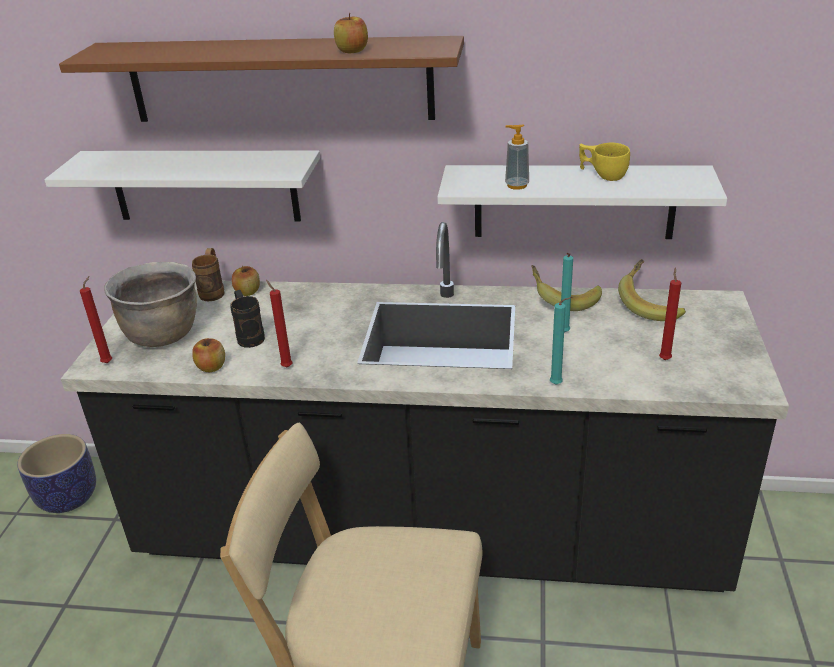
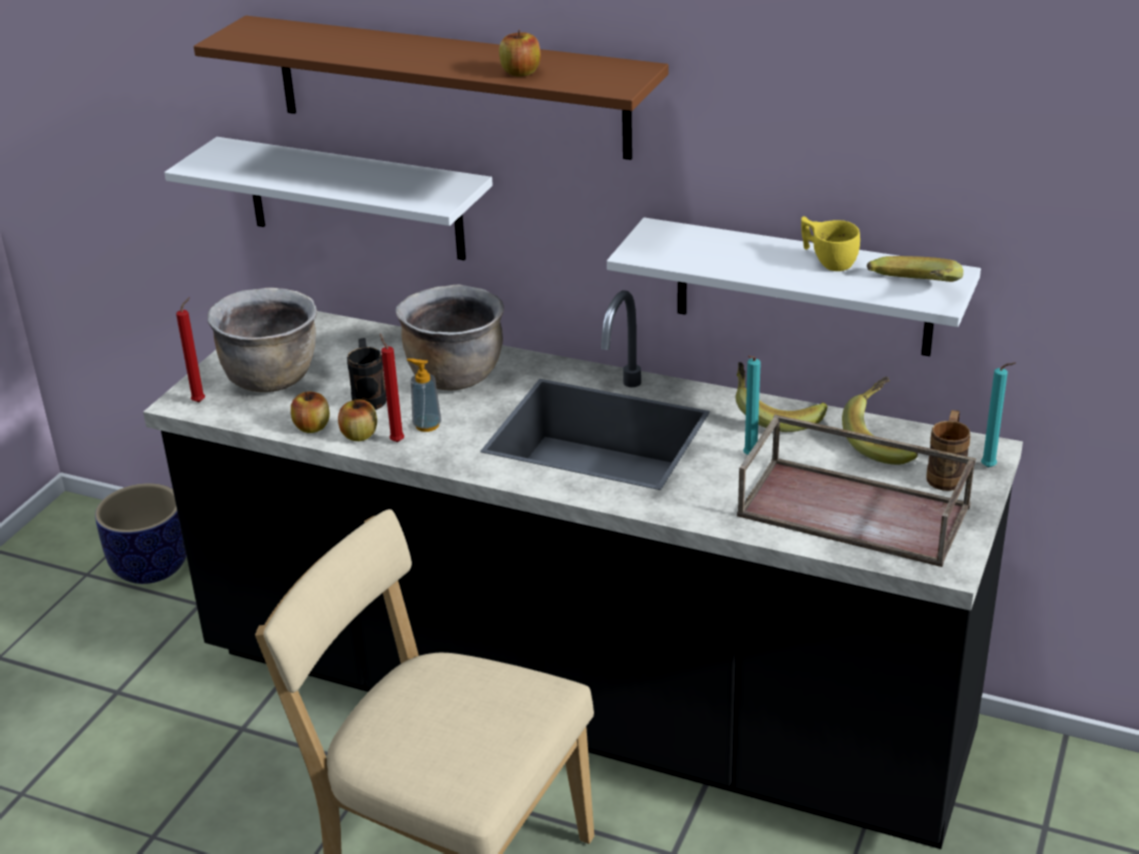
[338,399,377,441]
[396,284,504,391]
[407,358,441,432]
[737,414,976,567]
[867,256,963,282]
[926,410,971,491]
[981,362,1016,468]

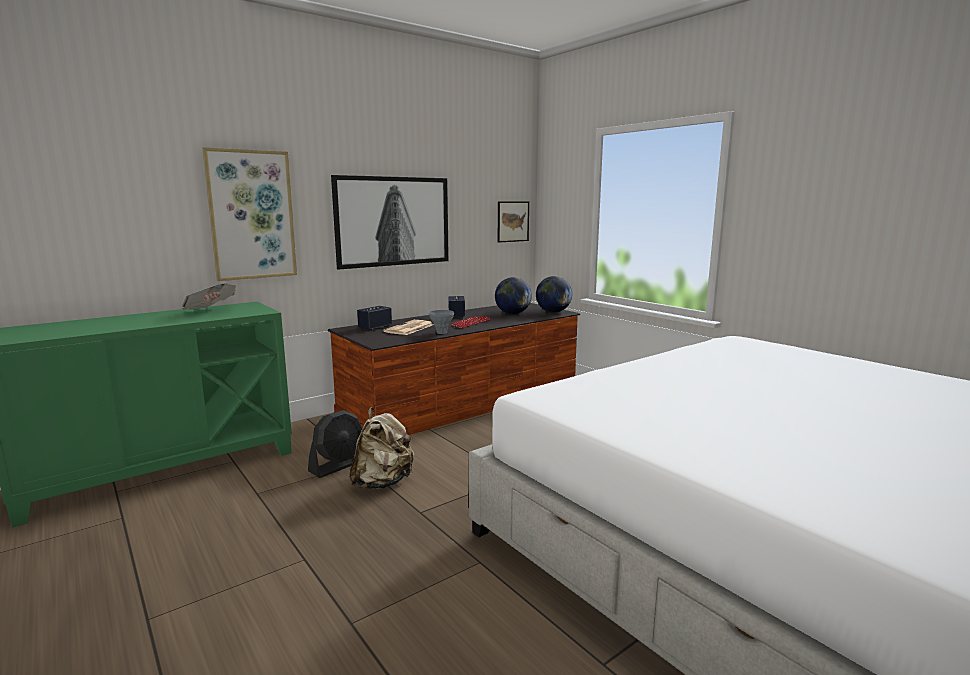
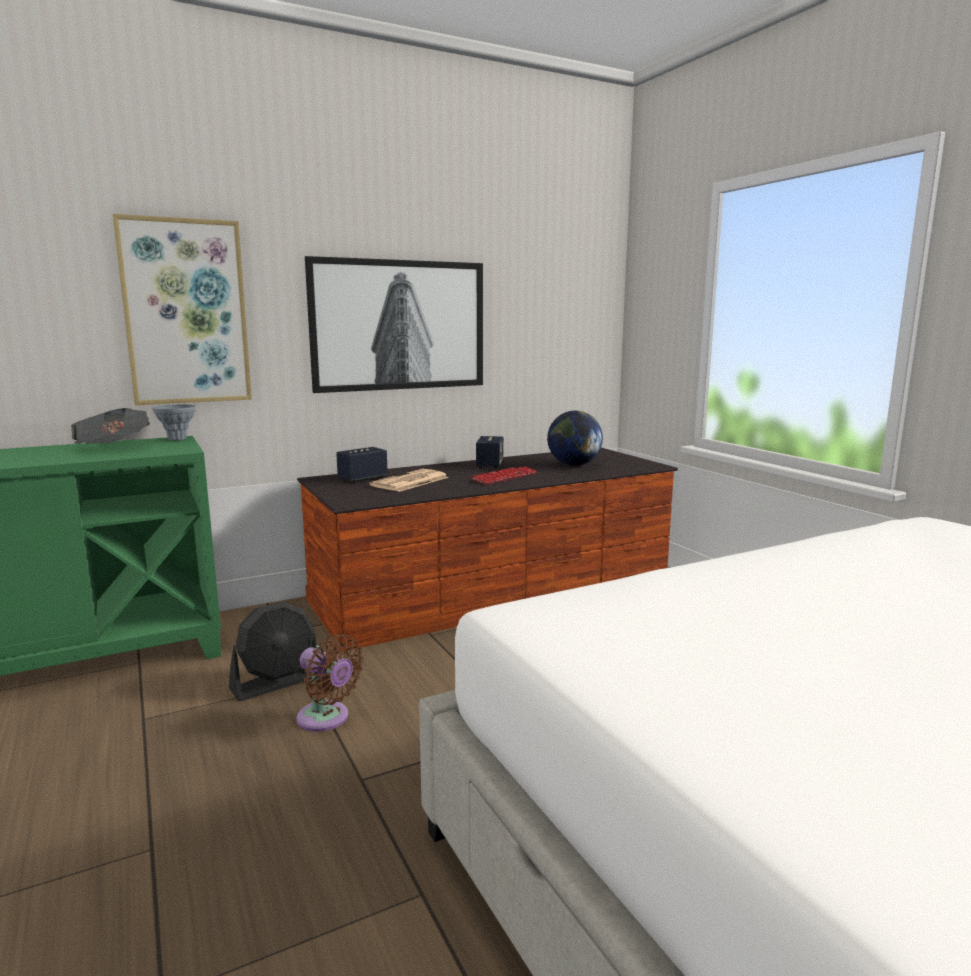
[152,404,196,441]
[296,635,364,732]
[498,201,529,243] (first image)
[536,276,572,313] (first image)

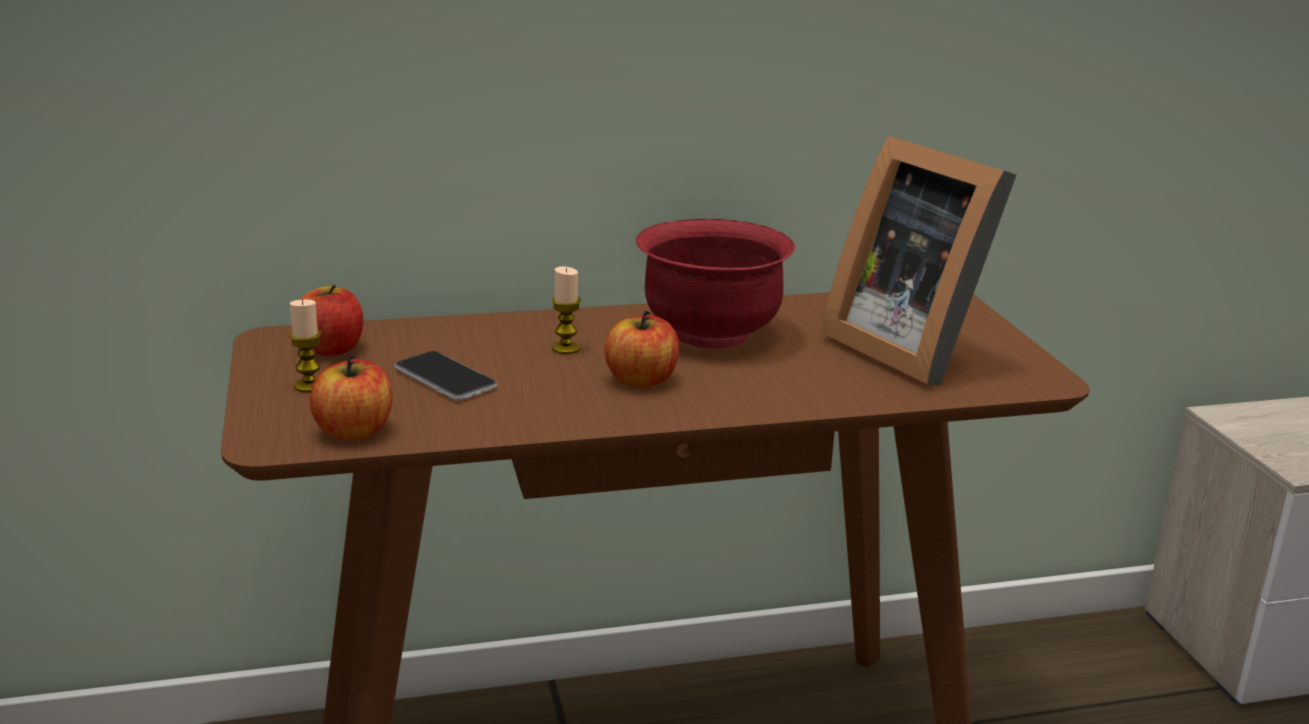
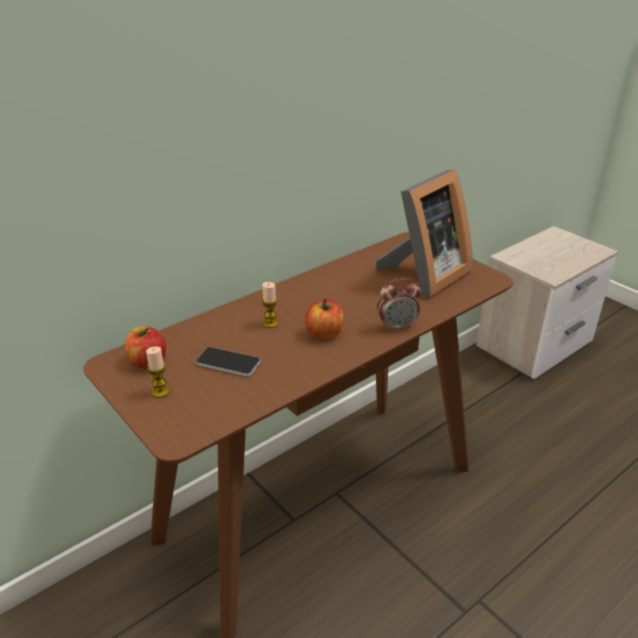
[376,169,473,297]
[377,278,421,331]
[310,355,393,440] (first image)
[636,219,795,349] (first image)

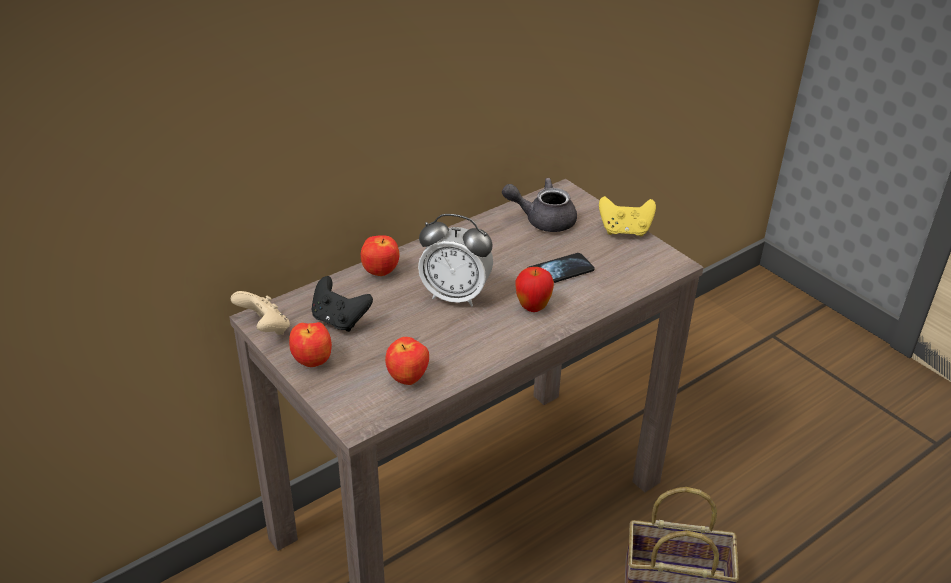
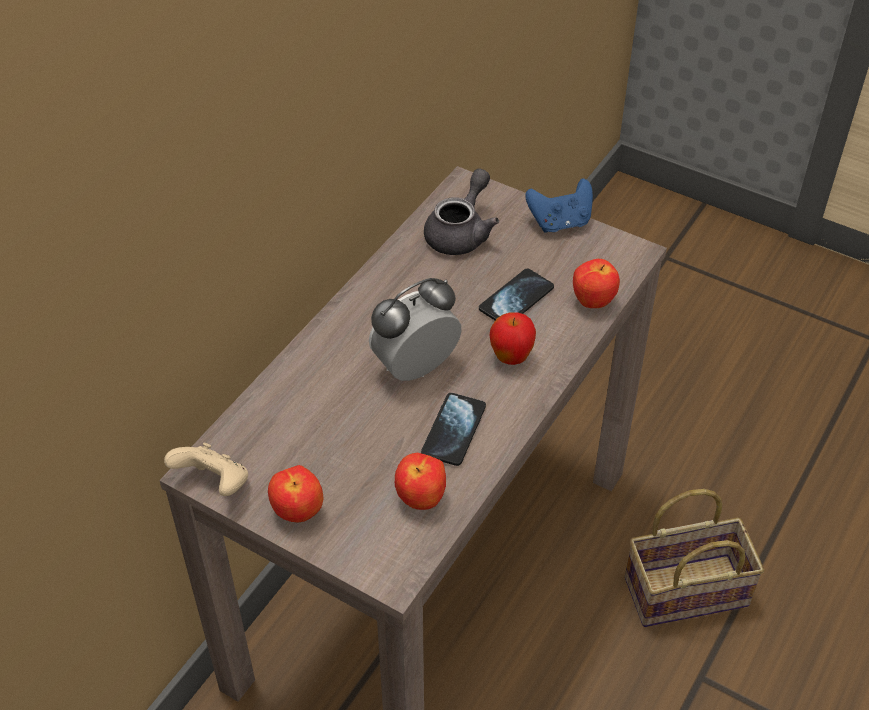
[369,278,461,381]
[421,393,486,466]
[424,168,499,255]
[525,179,593,233]
[573,259,620,308]
[312,276,373,332] (first image)

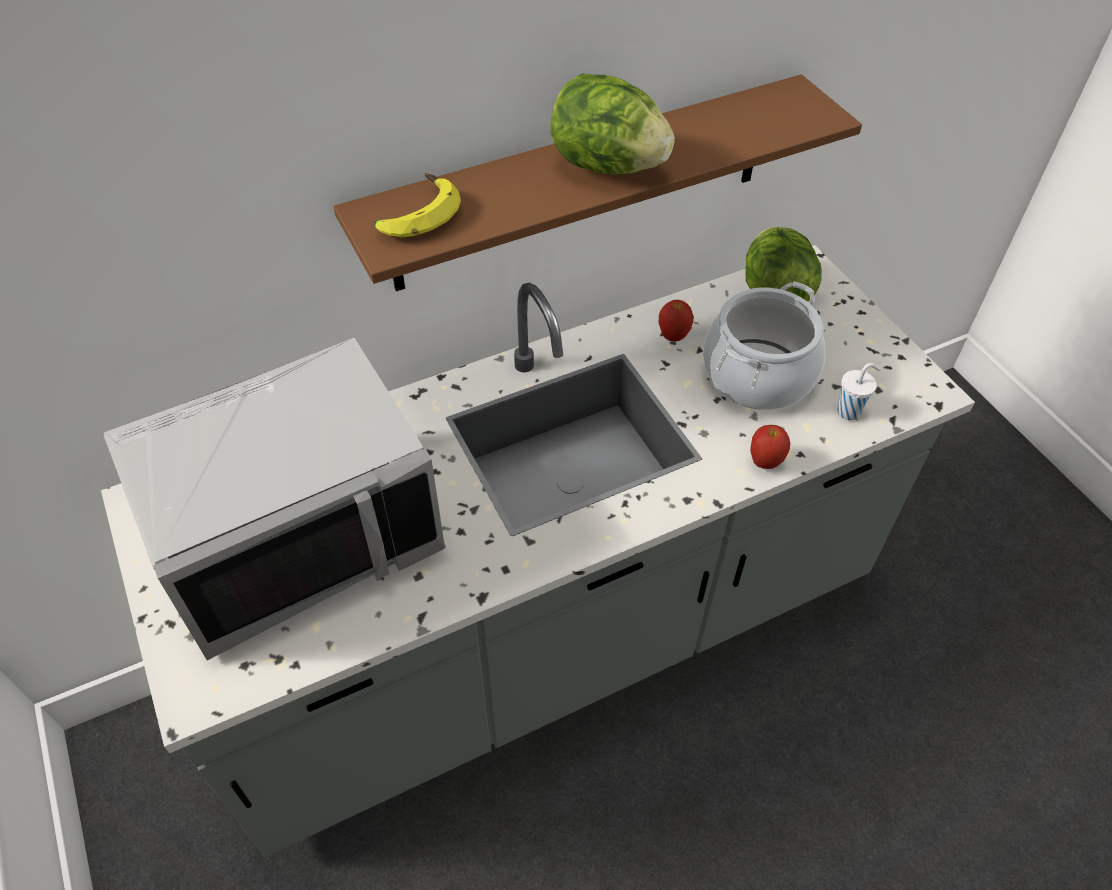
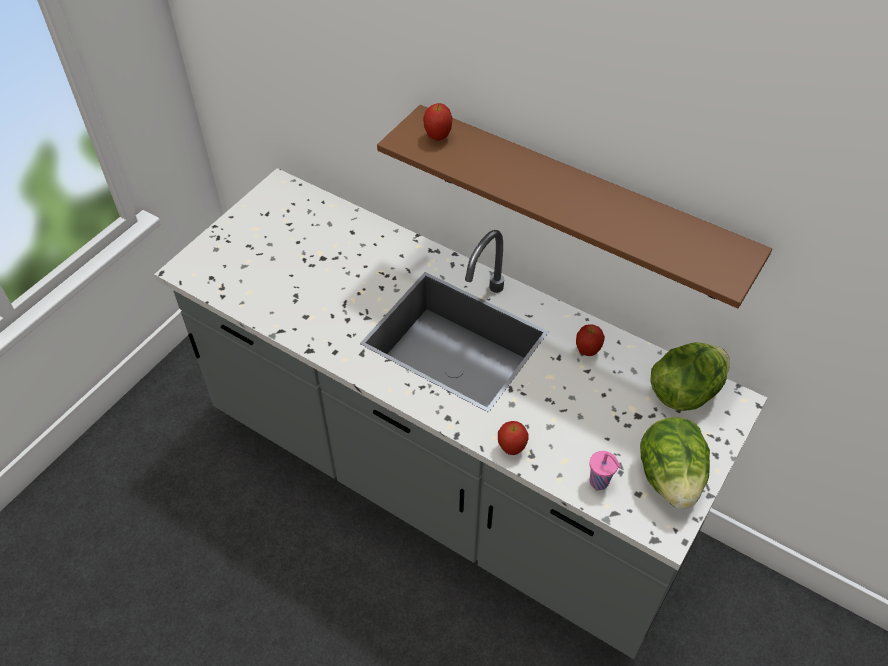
[423,103,452,141]
[590,451,621,490]
[640,417,710,509]
[104,338,445,661] (first image)
[703,282,825,410] (first image)

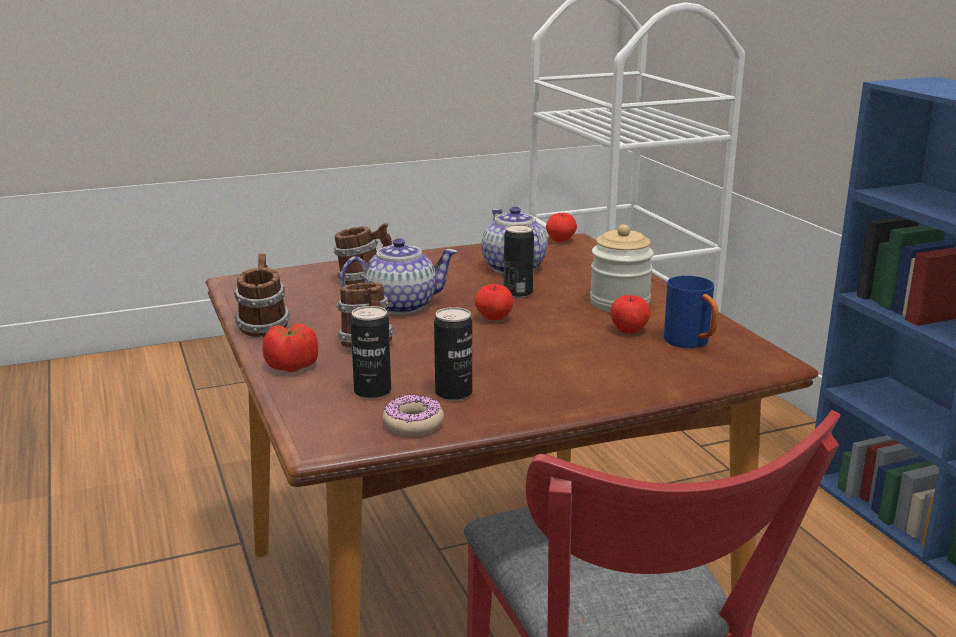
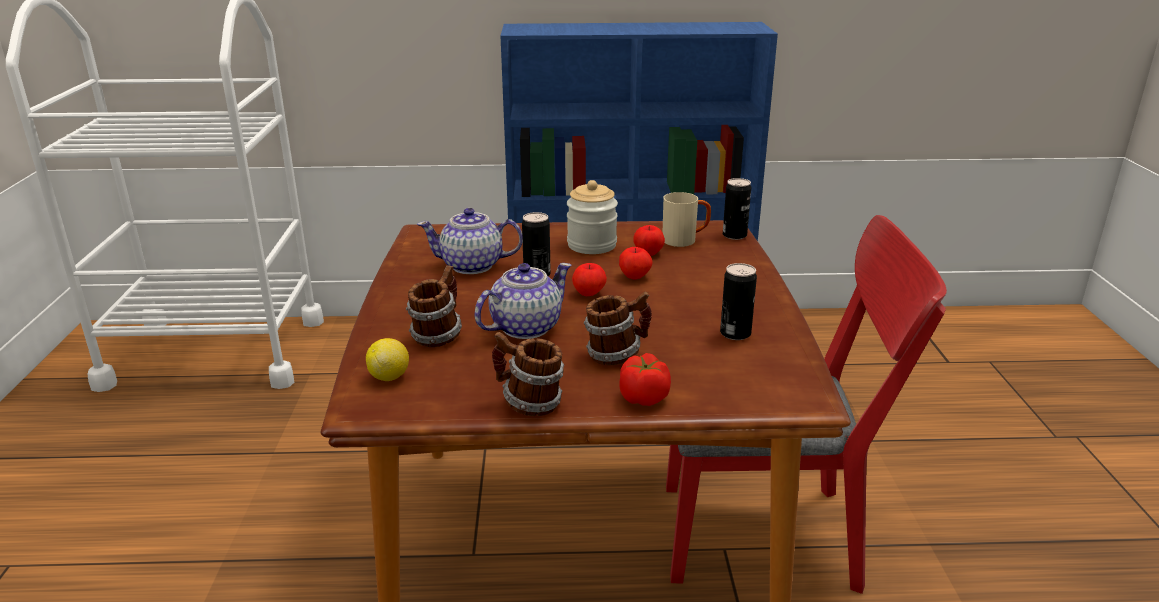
[366,338,409,381]
[475,263,571,339]
[619,247,653,279]
[663,192,711,247]
[723,178,751,240]
[383,394,444,435] (first image)

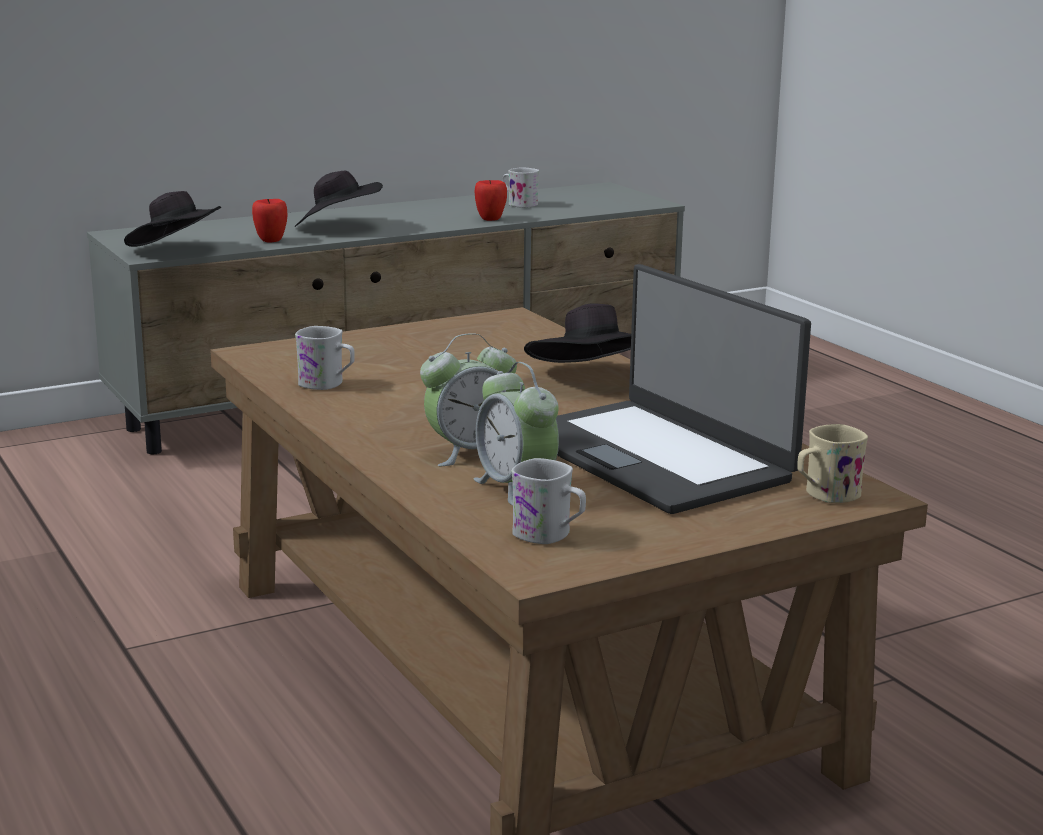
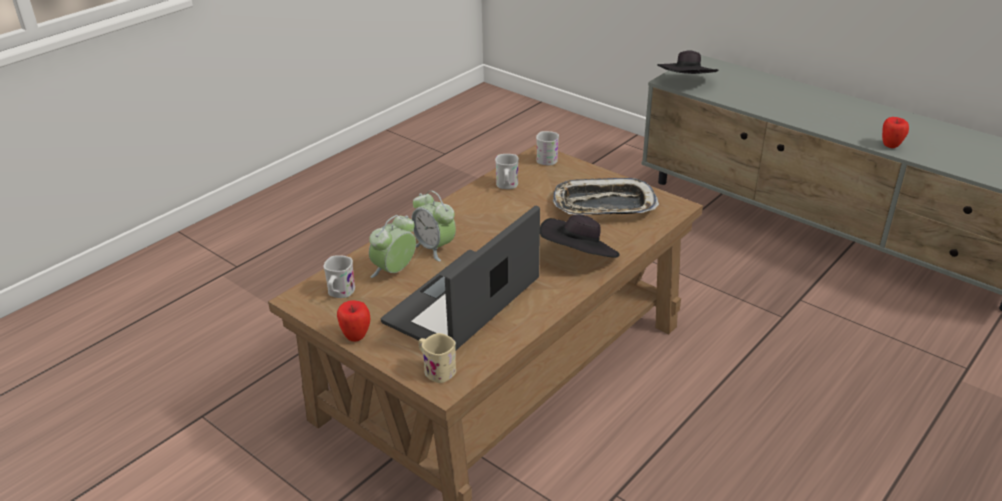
[337,300,370,342]
[536,131,559,165]
[553,178,659,215]
[295,171,383,227] (first image)

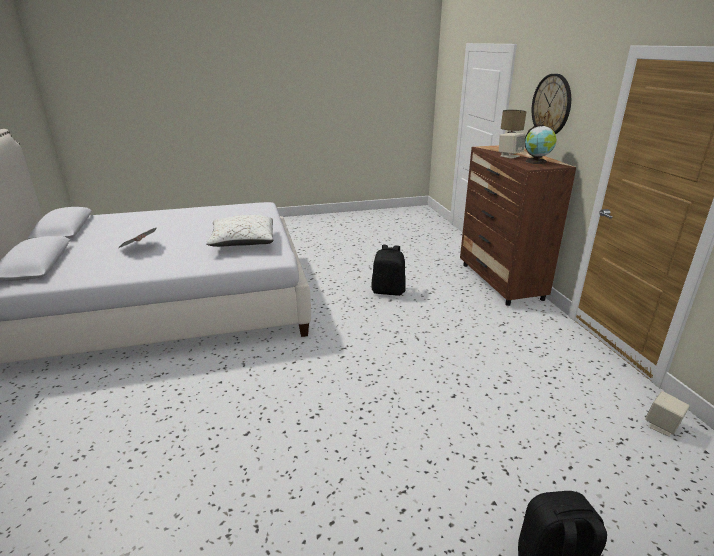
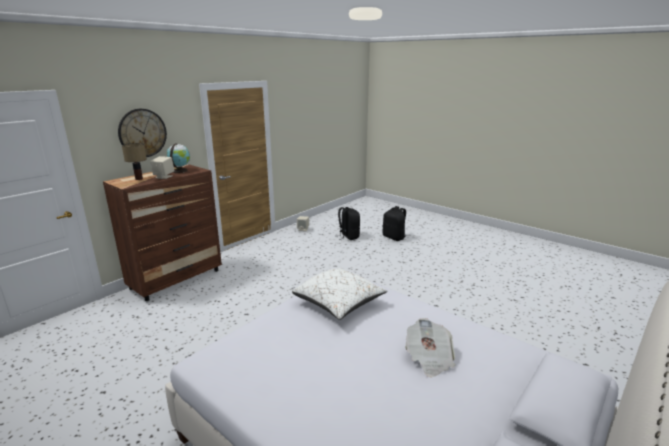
[338,207,360,240]

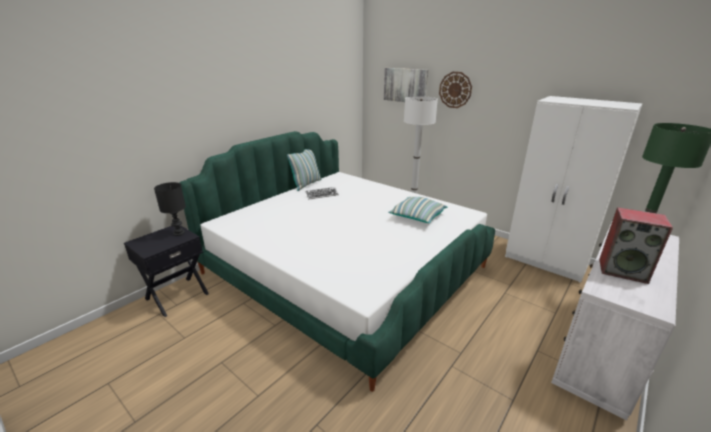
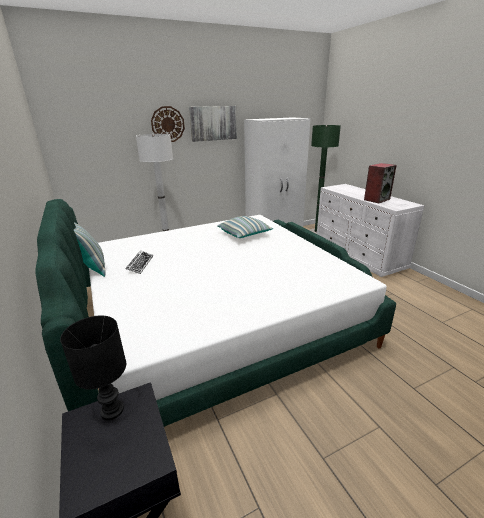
[189,106,237,142]

